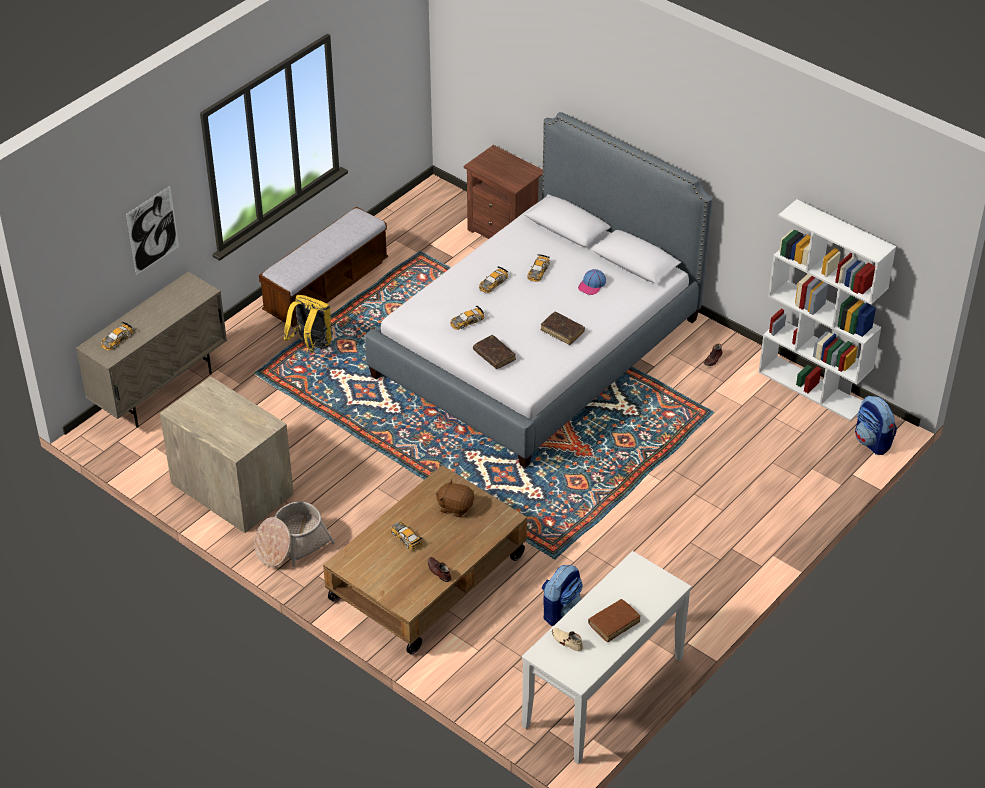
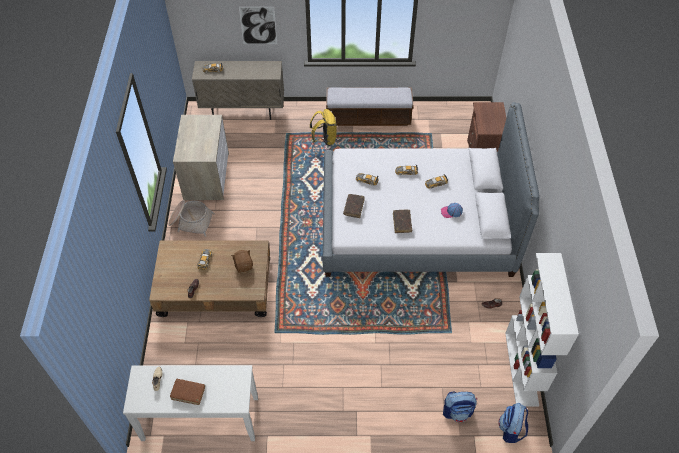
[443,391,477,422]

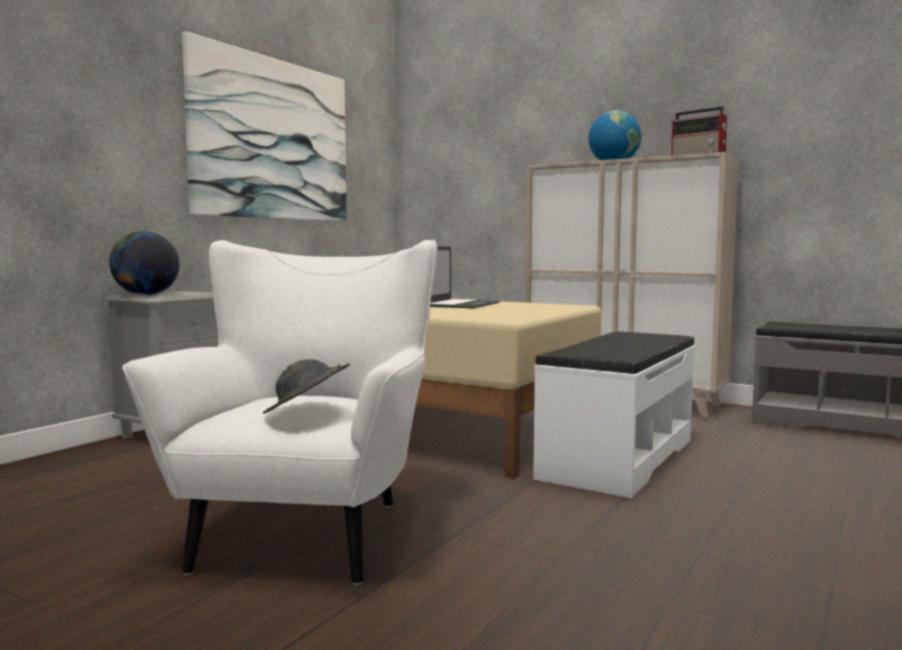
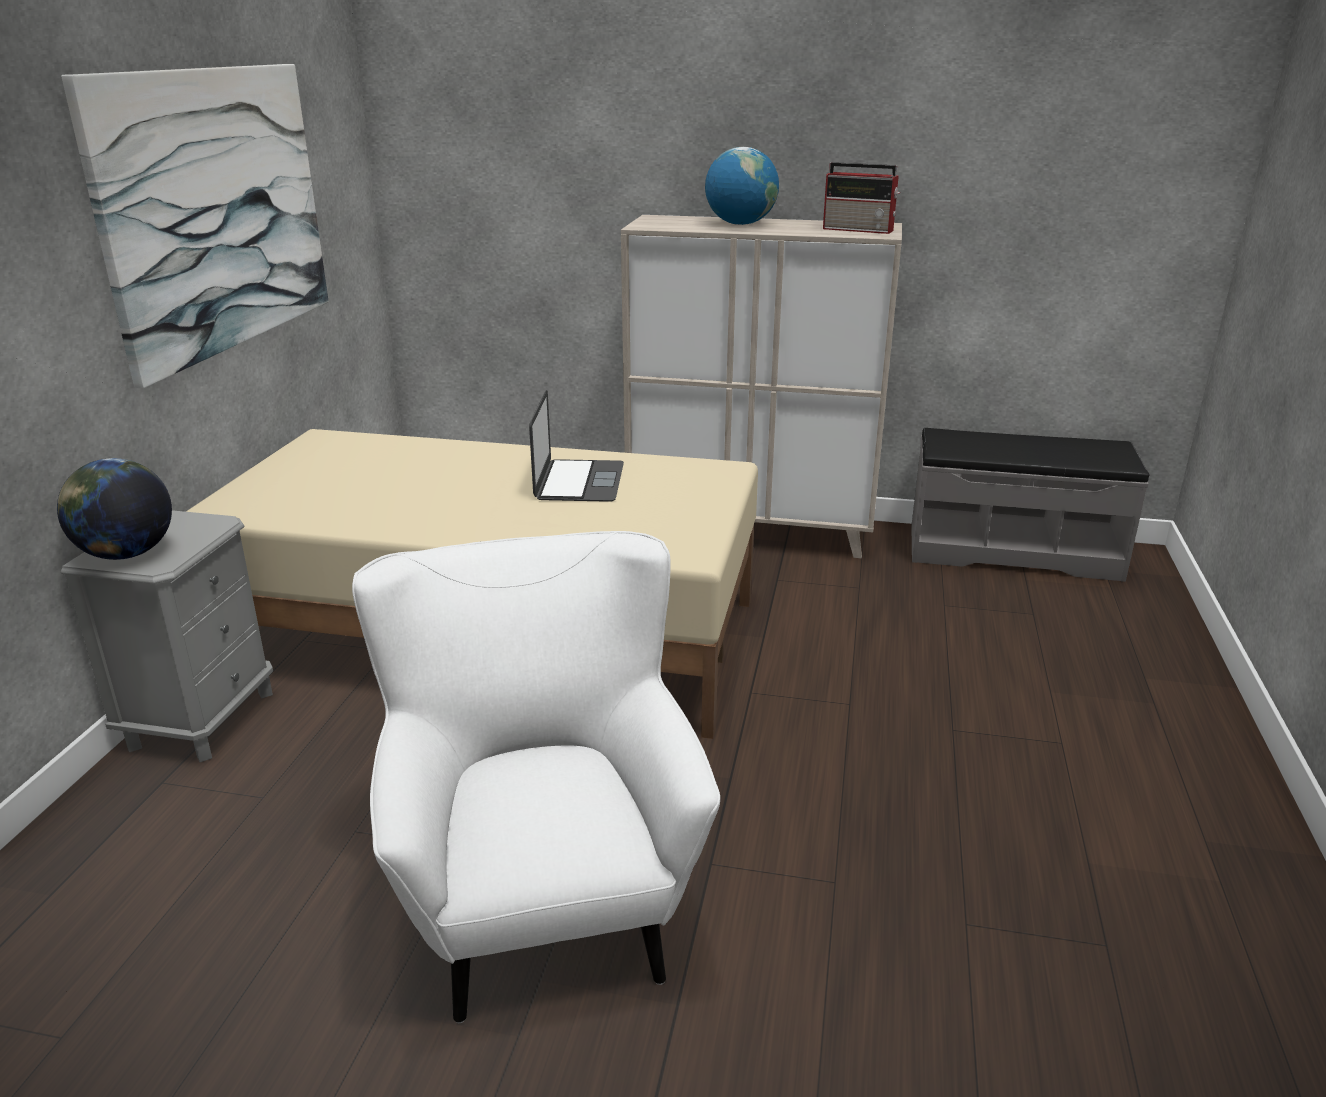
[263,359,350,414] (first image)
[533,331,695,498] (first image)

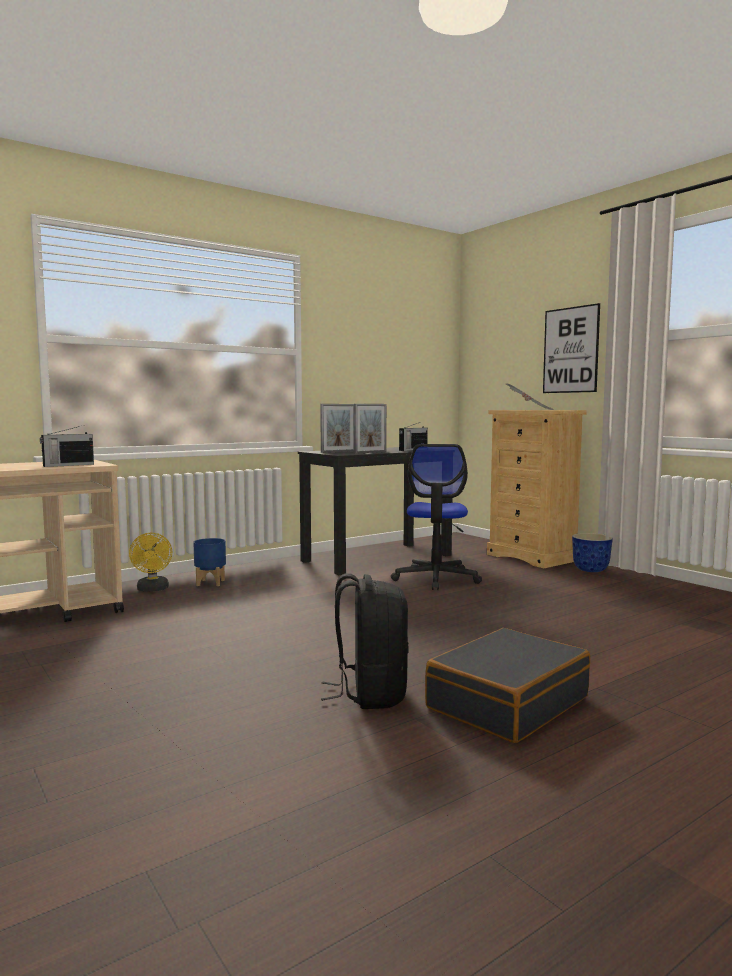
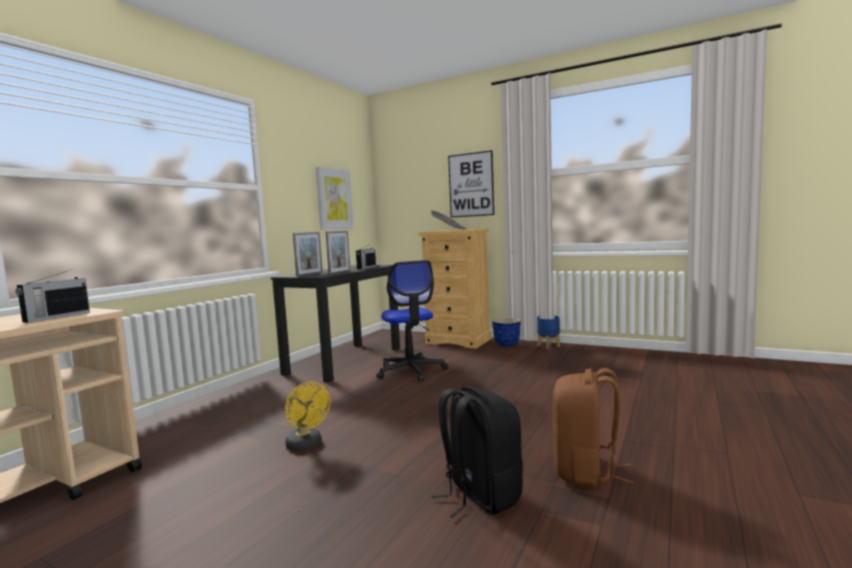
[285,382,330,451]
[316,166,354,230]
[537,316,560,349]
[553,368,634,488]

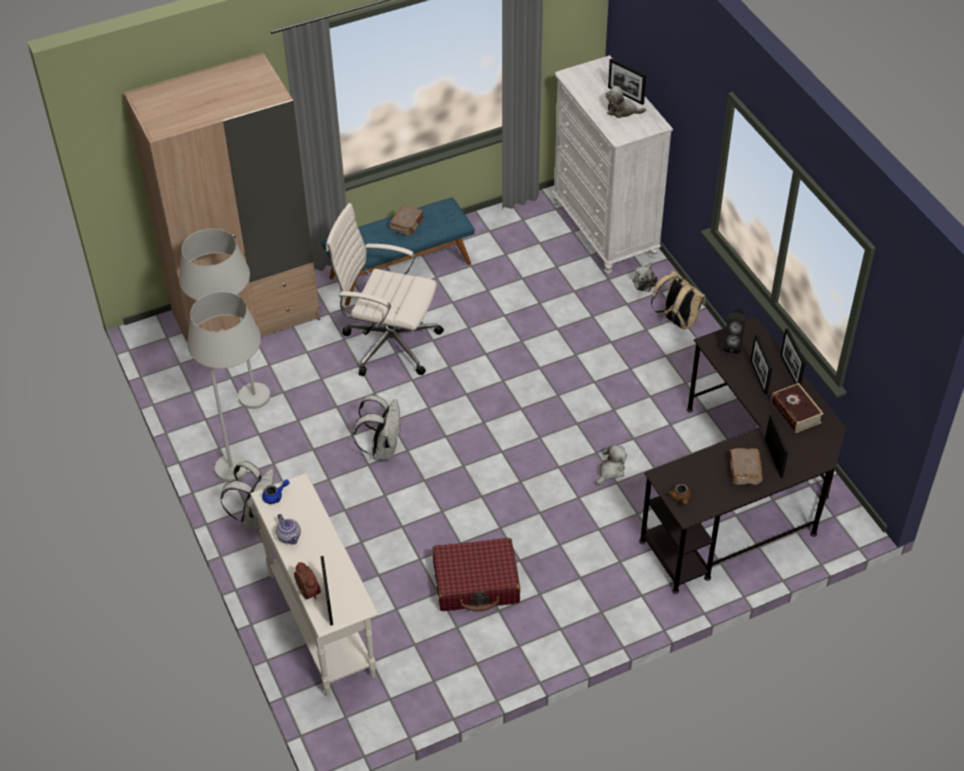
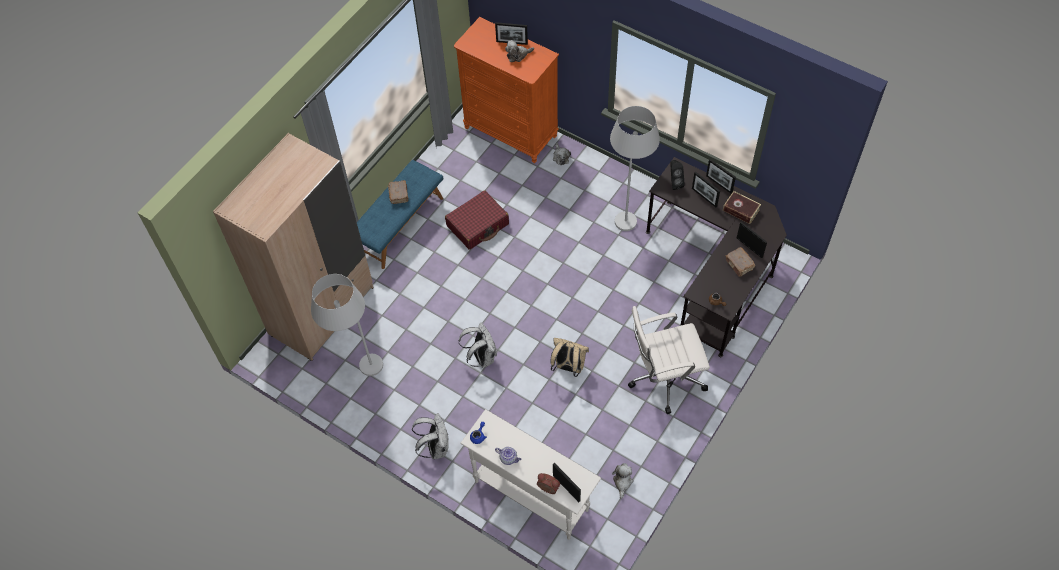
[445,190,509,250]
[454,17,559,163]
[550,338,589,377]
[610,106,660,231]
[612,463,633,499]
[628,306,710,414]

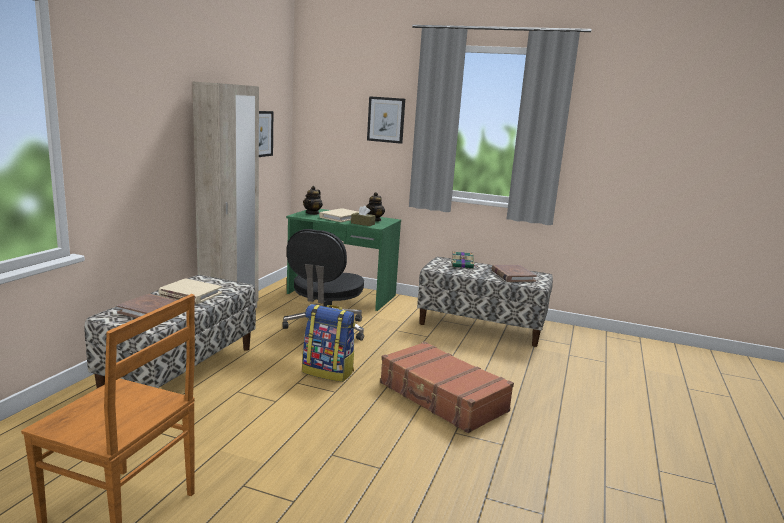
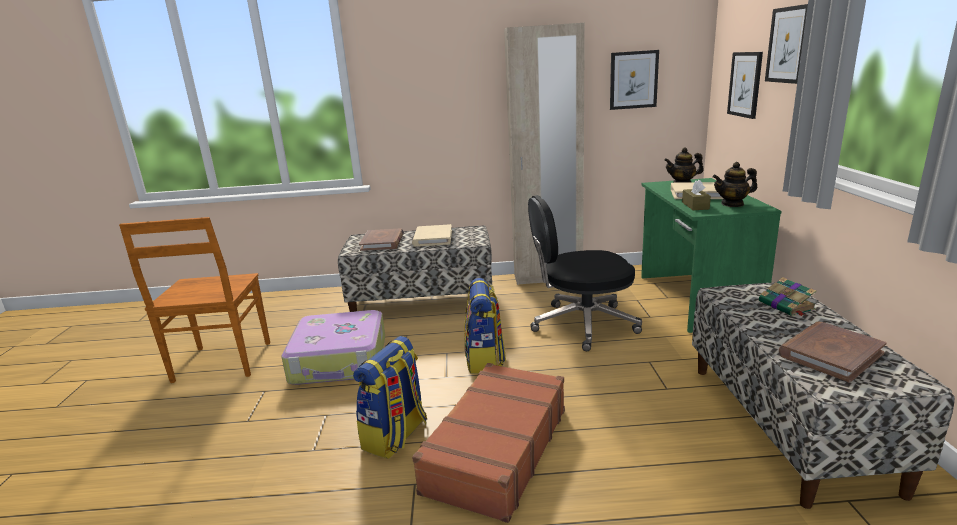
[281,310,385,385]
[353,336,427,459]
[727,52,763,119]

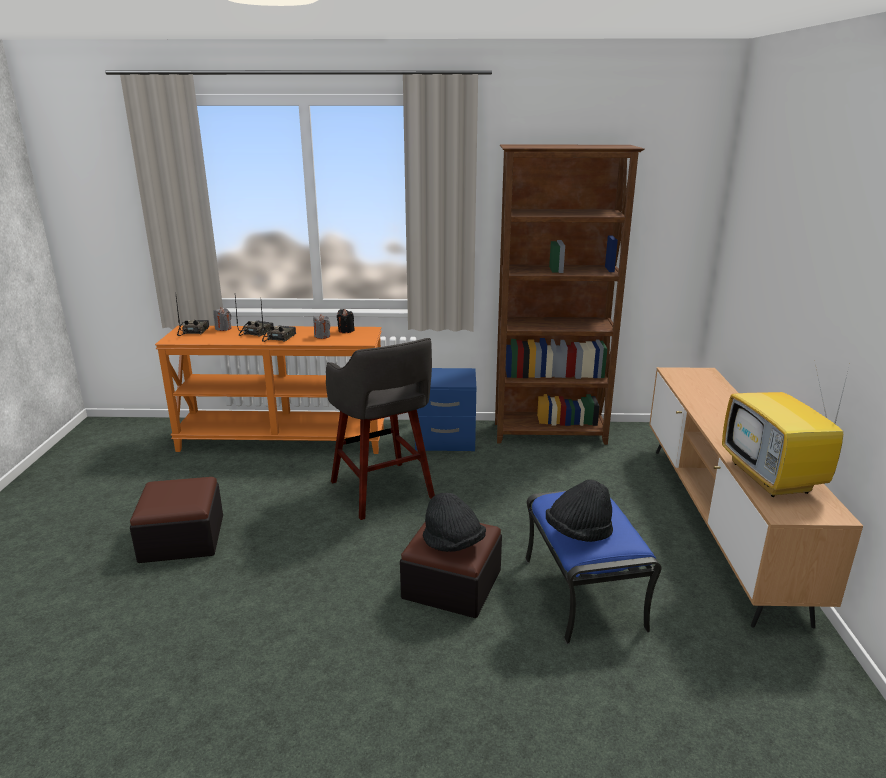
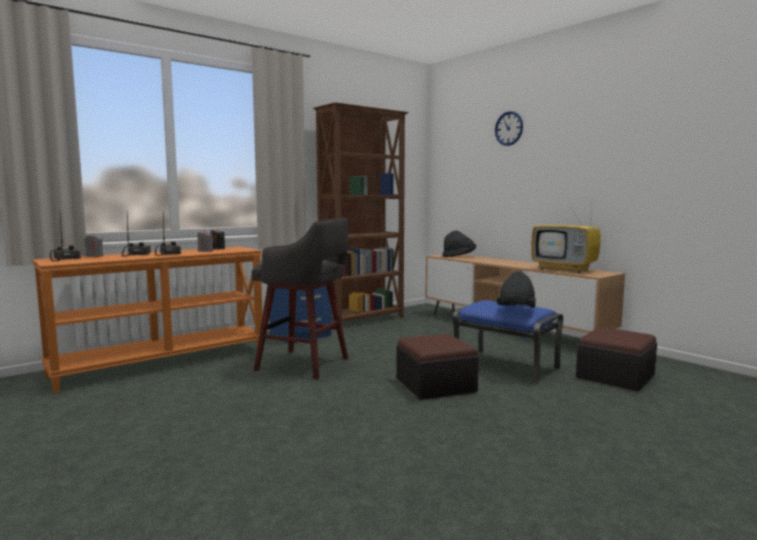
[443,231,476,257]
[495,111,523,146]
[576,327,657,391]

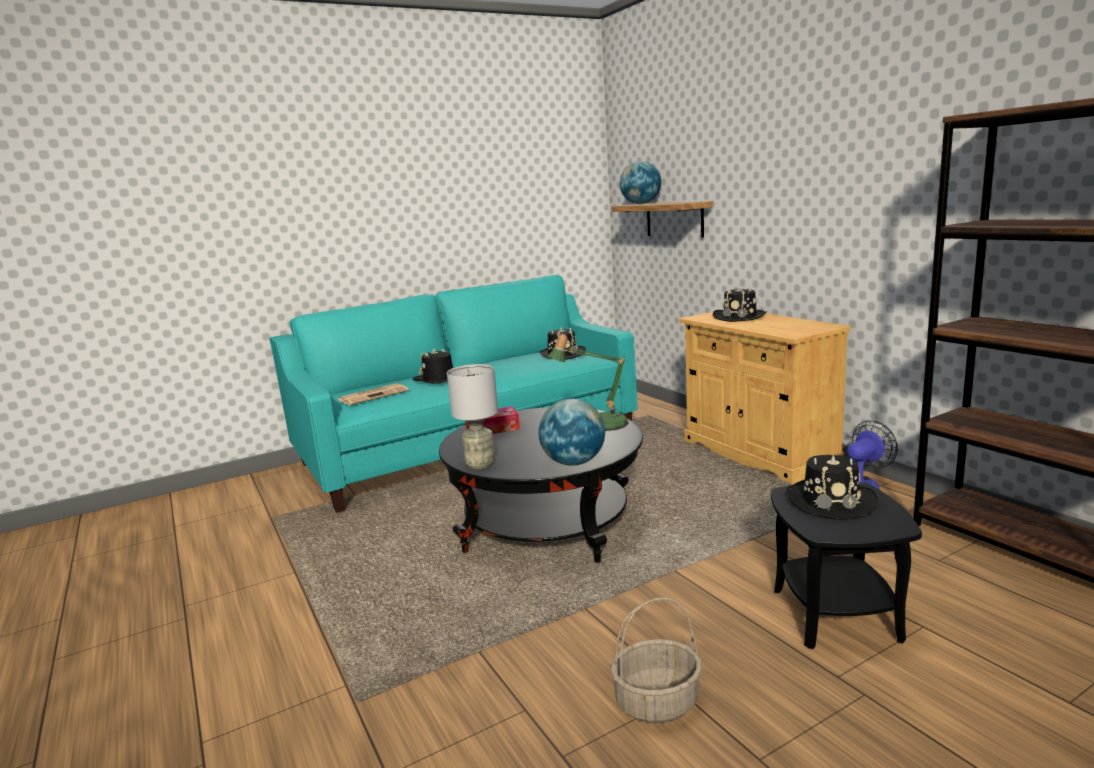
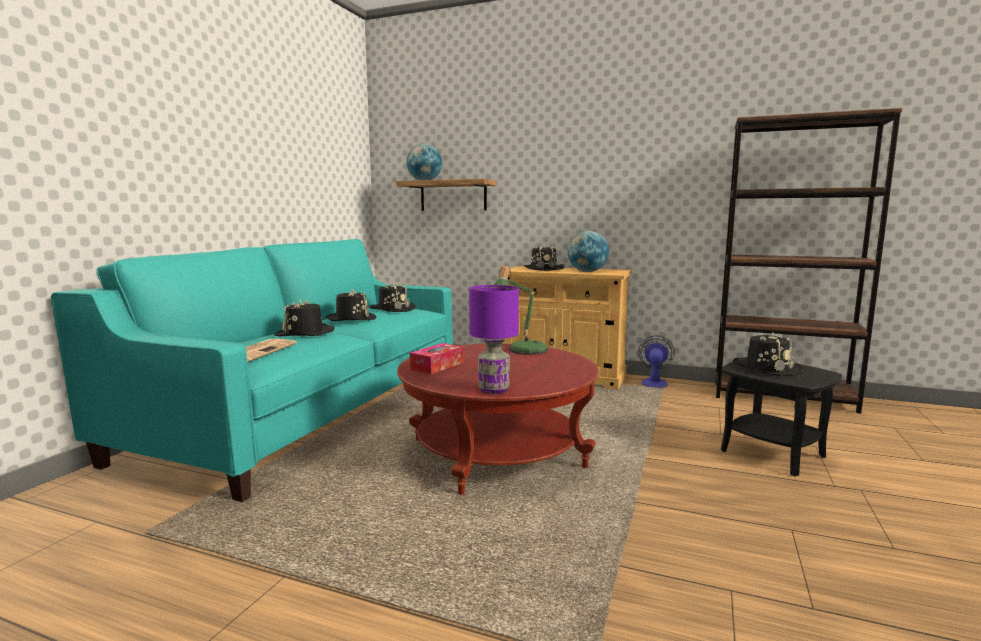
[325,289,377,321]
[397,344,599,495]
[469,285,519,394]
[568,231,609,272]
[611,598,702,723] (first image)

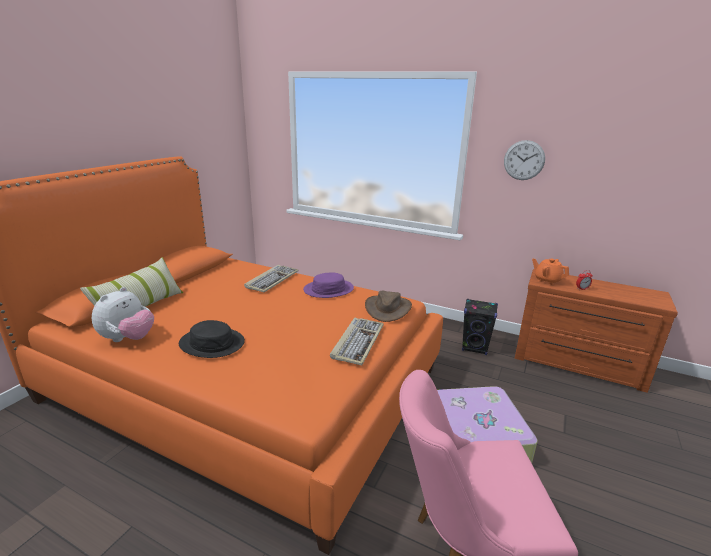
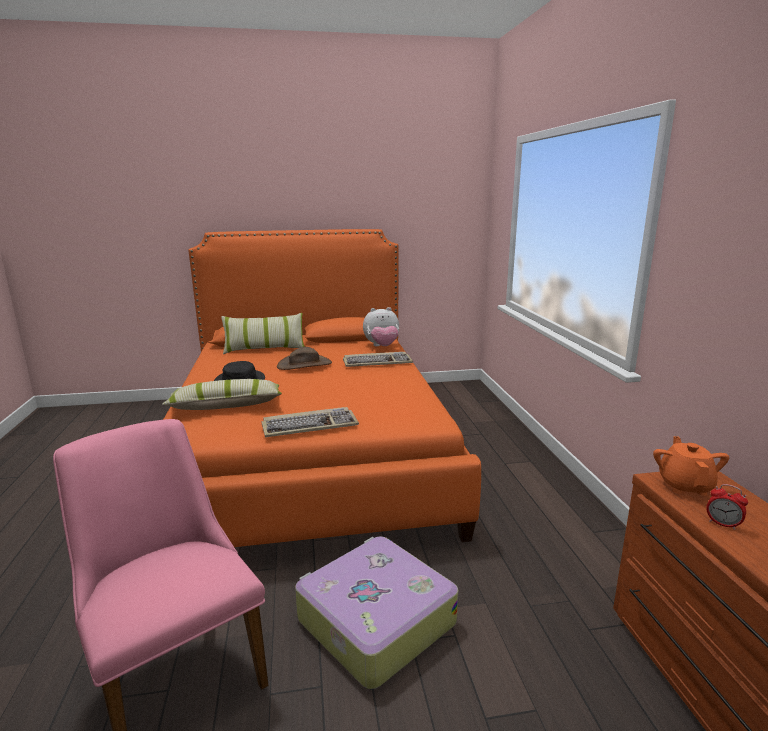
[162,379,282,410]
[277,347,332,370]
[363,307,399,346]
[303,273,354,298] (first image)
[462,299,498,355] (first image)
[504,140,545,180] (first image)

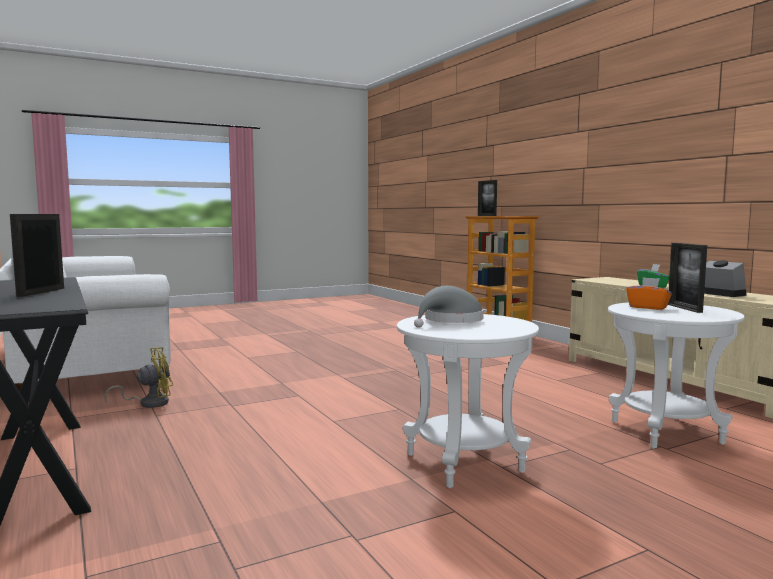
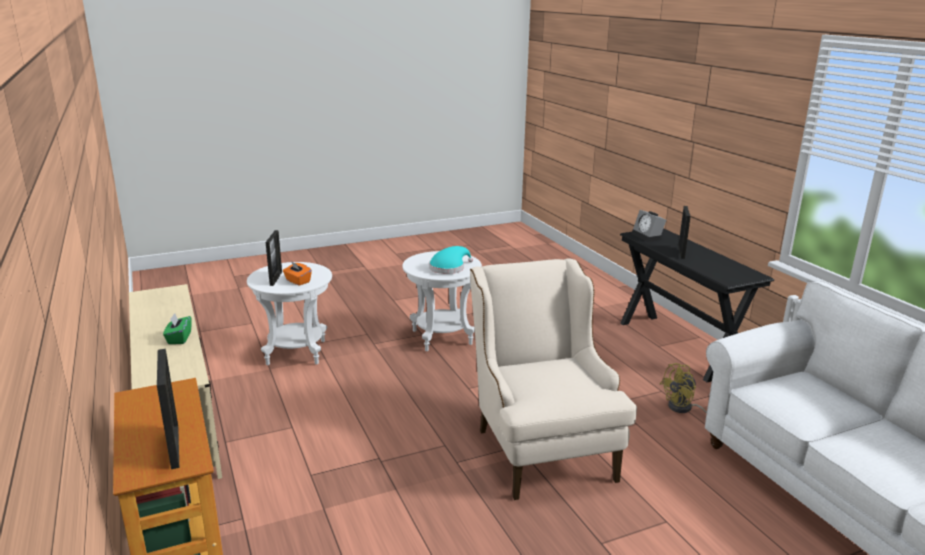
[429,246,473,274]
[470,259,637,500]
[631,210,666,242]

